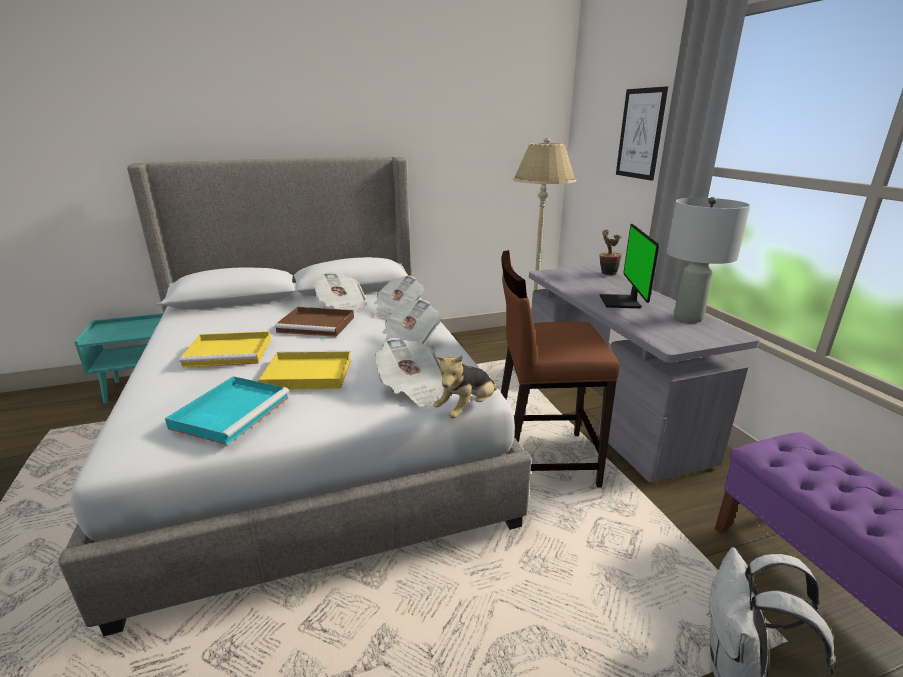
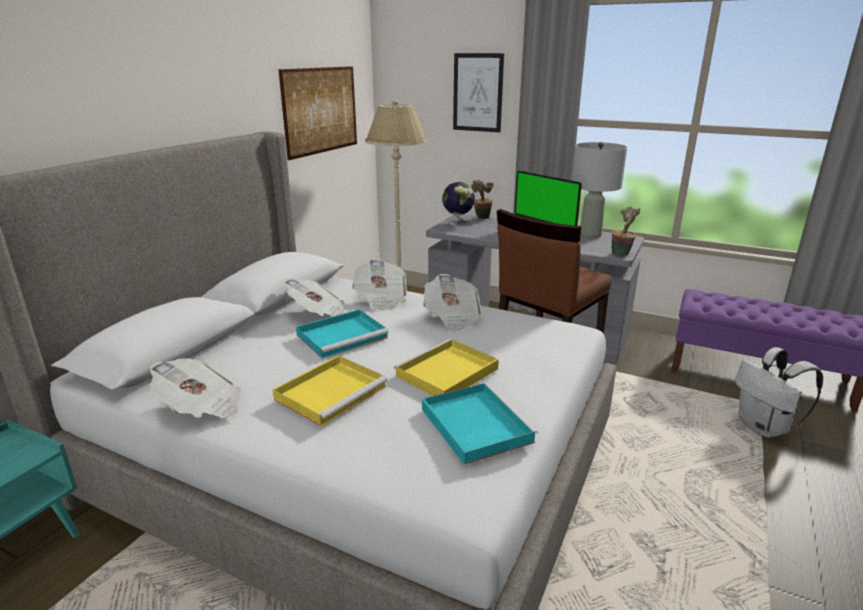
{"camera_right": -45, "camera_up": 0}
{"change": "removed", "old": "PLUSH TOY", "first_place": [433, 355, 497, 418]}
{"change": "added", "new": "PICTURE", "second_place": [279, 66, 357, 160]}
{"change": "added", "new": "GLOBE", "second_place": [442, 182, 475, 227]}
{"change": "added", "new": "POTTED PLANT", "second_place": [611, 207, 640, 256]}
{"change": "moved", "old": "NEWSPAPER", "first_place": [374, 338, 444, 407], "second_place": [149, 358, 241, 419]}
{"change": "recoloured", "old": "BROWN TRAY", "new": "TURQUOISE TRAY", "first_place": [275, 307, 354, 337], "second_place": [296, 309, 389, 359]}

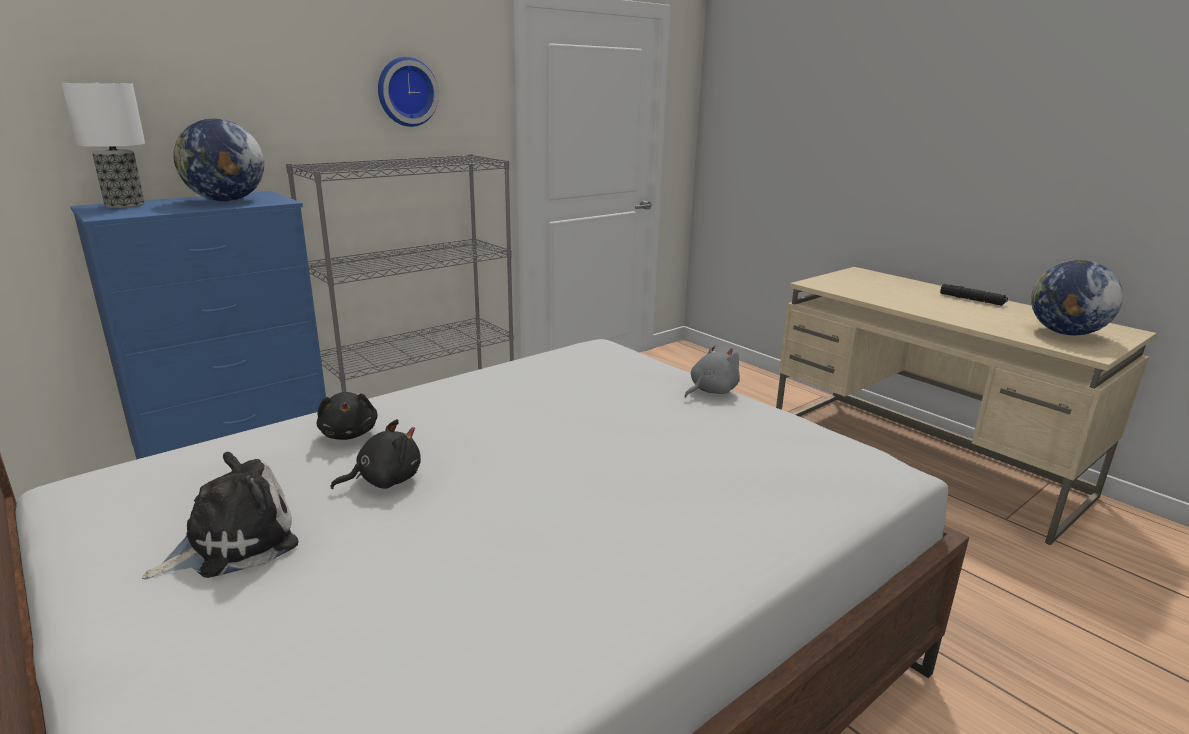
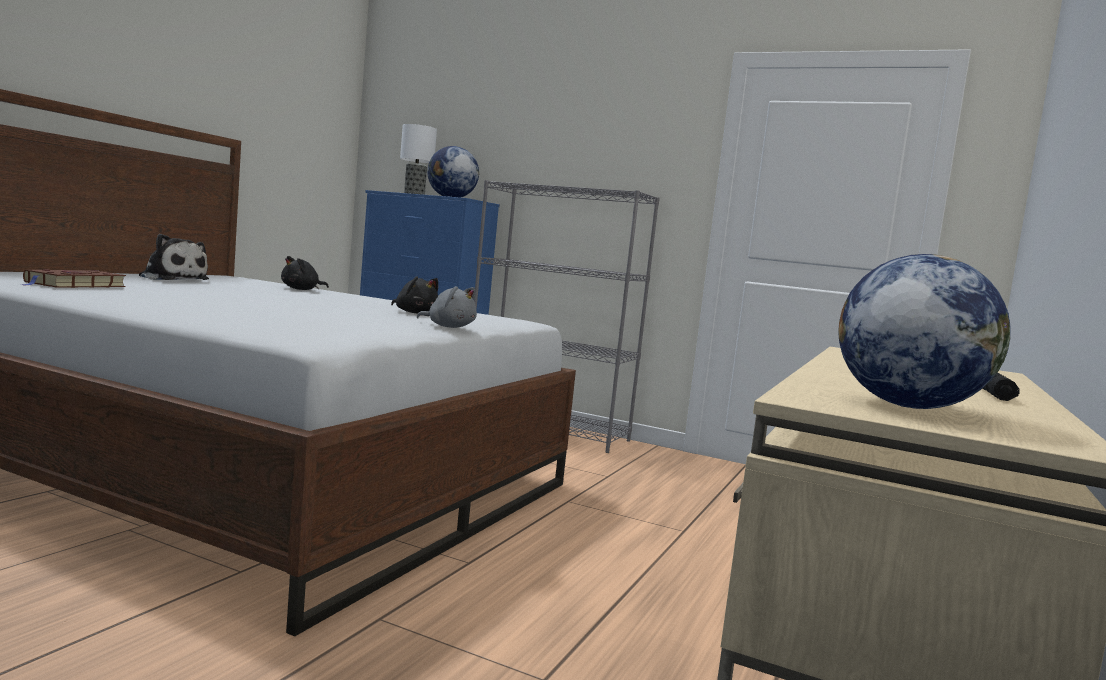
{"camera_right": 65, "camera_up": -15}
{"change": "removed", "old": "WALL CLOCK", "first_place": [378, 57, 439, 127]}
{"change": "added", "new": "BROWN BOOK", "second_place": [19, 269, 126, 288]}
{"change": "moved", "old": "BLACK PLUSH TOY", "first_place": [331, 419, 421, 489], "second_place": [391, 276, 438, 314]}

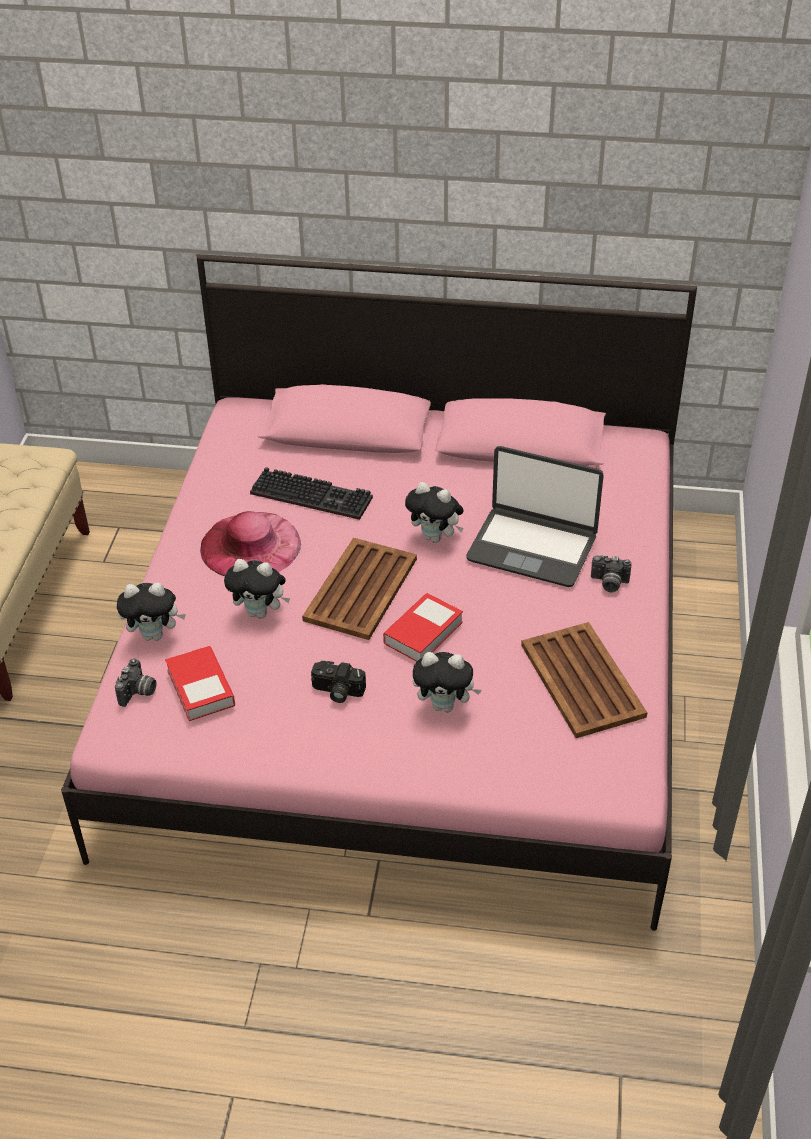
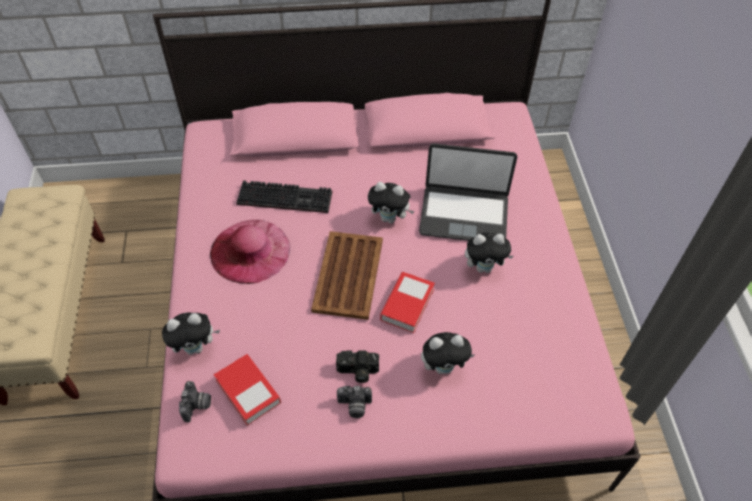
{"camera_right": -15, "camera_up": 10}
{"change": "removed", "old": "BROWN TRAY", "first_place": [521, 622, 647, 738]}
{"change": "moved", "old": "PLUSH TOY", "first_place": [224, 559, 290, 619], "second_place": [465, 232, 513, 273]}
{"change": "moved", "old": "PHOTO CAMERA", "first_place": [591, 555, 631, 592], "second_place": [337, 386, 372, 418]}

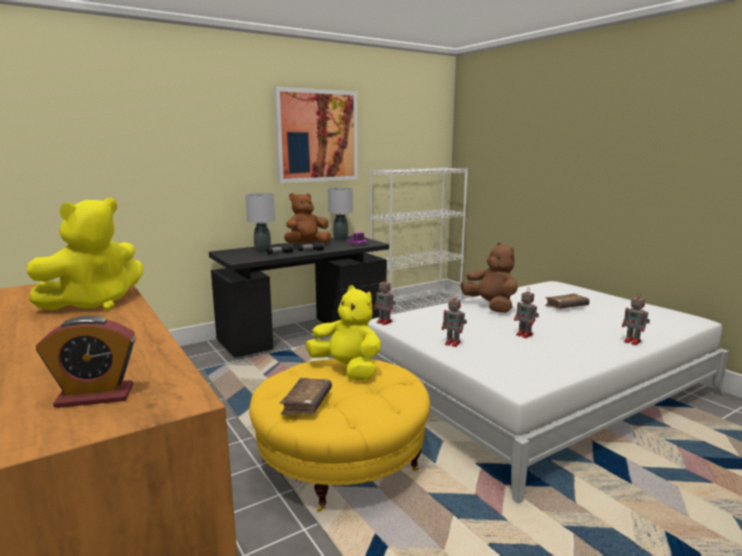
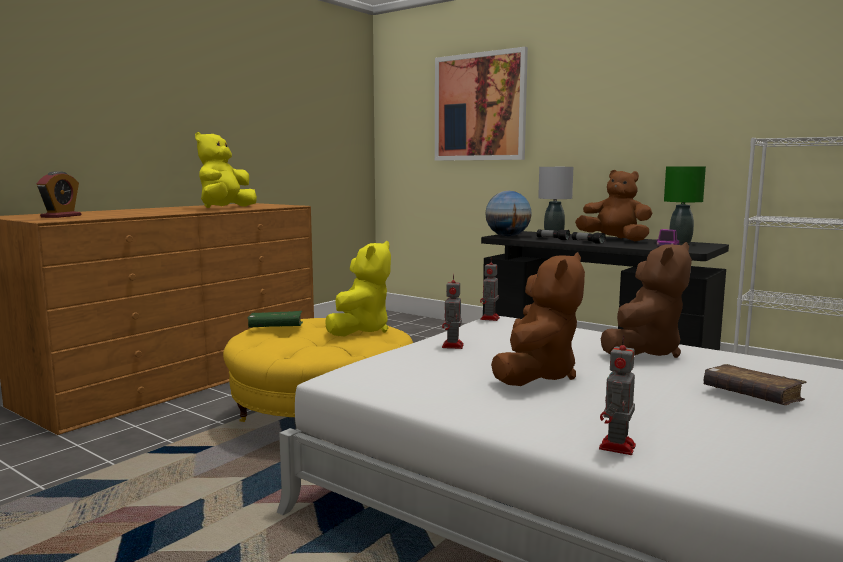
{"camera_right": 70, "camera_up": -5}
{"change": "added", "new": "GLOBE", "second_place": [485, 191, 532, 237]}
{"change": "moved", "old": "PICTURE", "first_place": [274, 87, 358, 183], "second_place": [435, 47, 528, 161]}
{"change": "replaced", "old": "TOY ROBOT", "new": "BROWN PLUSH TOY", "first_place": [514, 288, 539, 338], "second_place": [491, 252, 585, 386]}
{"change": "recoloured", "old": "BROWN BOOK", "new": "GREEN BOOK", "first_place": [280, 378, 332, 415], "second_place": [248, 311, 303, 327]}
{"change": "recoloured", "old": "GREY TABLE LAMP", "new": "GREEN TABLE LAMP", "first_place": [328, 188, 353, 241], "second_place": [664, 166, 706, 244]}
{"change": "turned", "old": "YELLOW PLUSH TOY", "first_place": [27, 198, 143, 311], "second_place": [195, 132, 257, 208], "degrees": 90}
{"change": "turned", "old": "ALARM CLOCK", "first_place": [36, 316, 136, 408], "second_place": [37, 171, 81, 218], "degrees": -135}

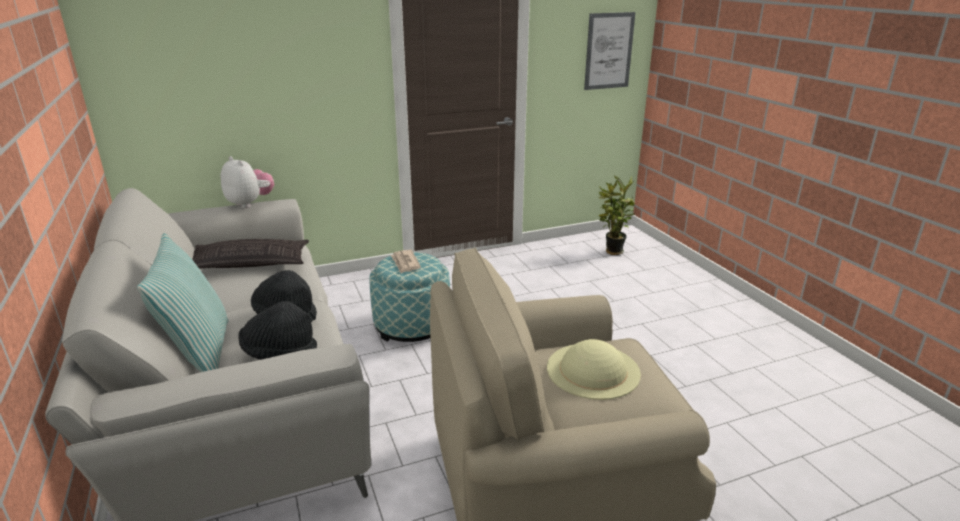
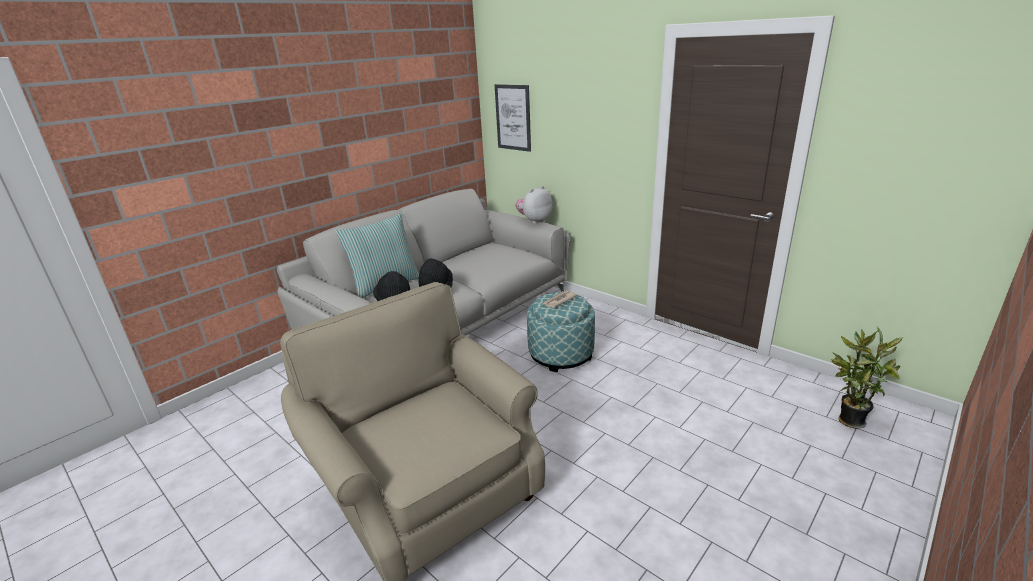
{"camera_right": 65, "camera_up": 0}
{"change": "removed", "old": "PILLOW", "first_place": [192, 239, 309, 269]}
{"change": "removed", "old": "BEIGE HAT", "first_place": [547, 339, 641, 400]}
{"change": "moved", "old": "PICTURE", "first_place": [584, 12, 636, 90], "second_place": [495, 84, 531, 152]}
{"change": "turned", "old": "PLUSH TOY", "first_place": [220, 156, 274, 208], "second_place": [515, 186, 553, 224], "degrees": -150}

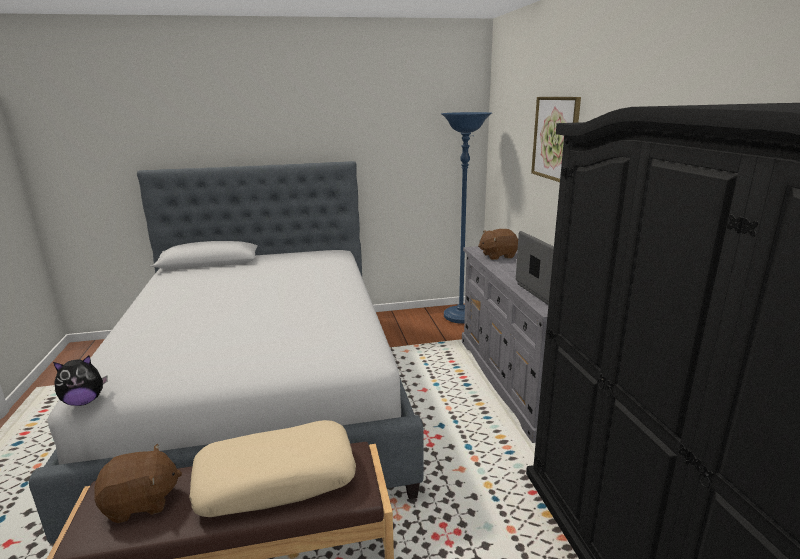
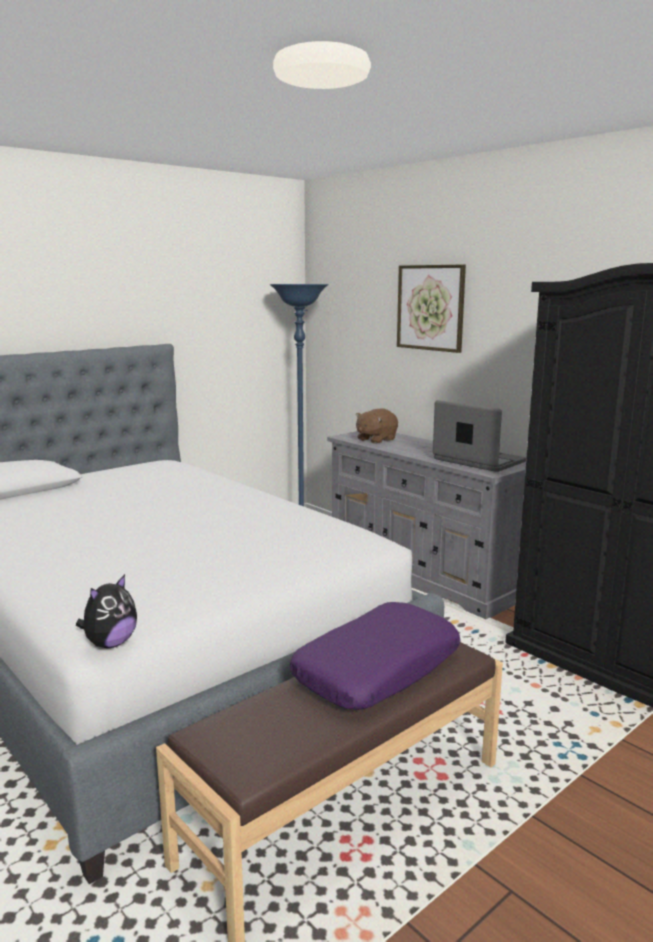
{"camera_right": -30, "camera_up": -5}
{"change": "removed", "old": "BROWN PLUSH TOY", "first_place": [94, 444, 182, 523]}
{"change": "recoloured", "old": "BEIGE PILLOW", "new": "PURPLE PILLOW", "first_place": [189, 420, 356, 517], "second_place": [290, 602, 460, 710]}

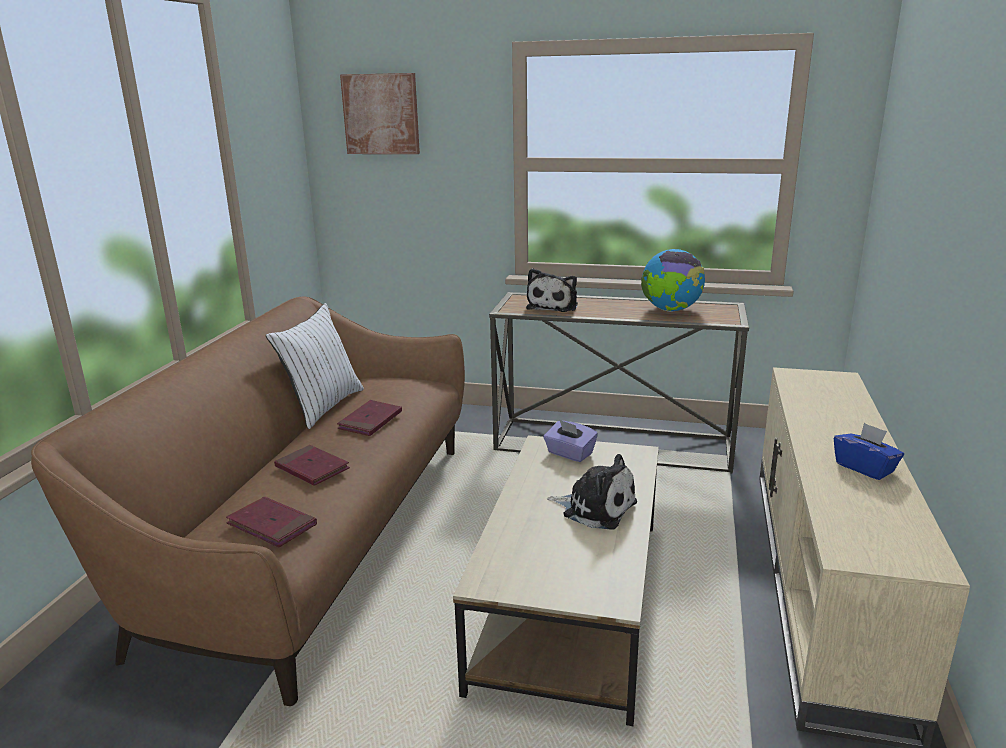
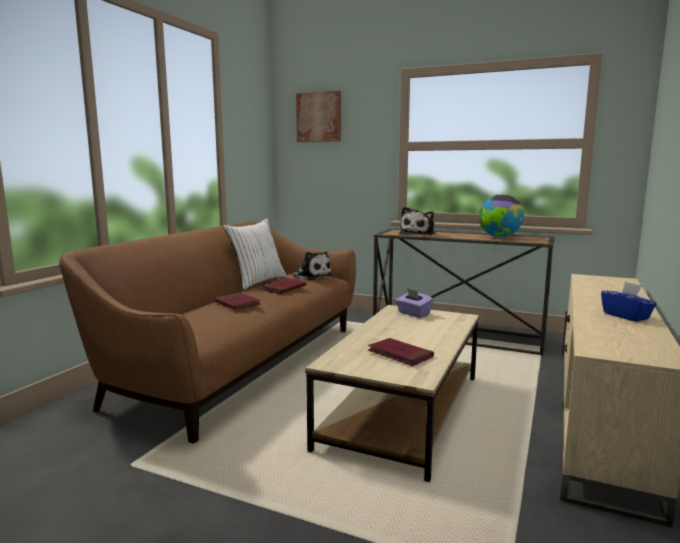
{"camera_right": 10, "camera_up": -10}
{"change": "moved", "old": "RED BOOK", "first_place": [226, 497, 317, 548], "second_place": [368, 338, 434, 366]}
{"change": "moved", "old": "PLUSH TOY", "first_place": [547, 454, 637, 529], "second_place": [292, 252, 333, 280]}

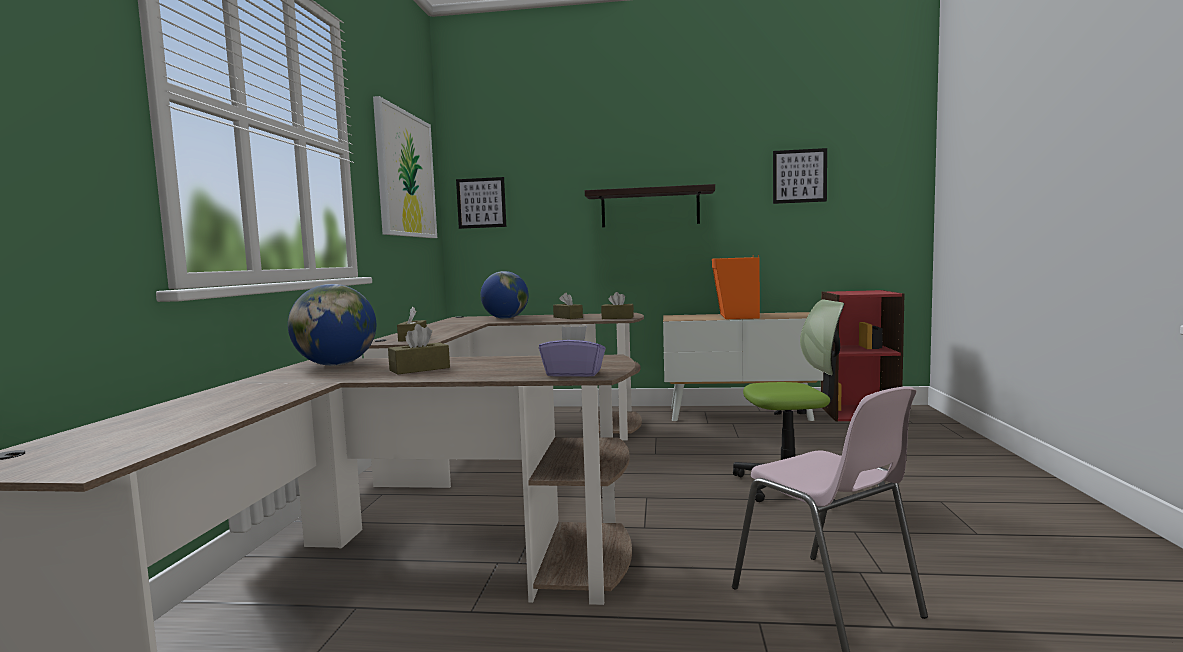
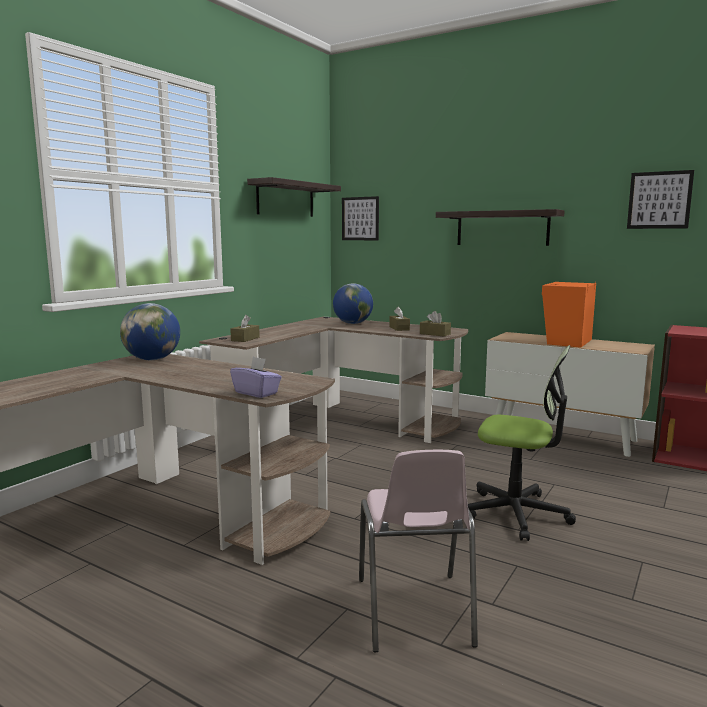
{"camera_right": 25, "camera_up": 5}
{"change": "removed", "old": "BROWN TISSUE BOX", "first_place": [388, 324, 450, 375]}
{"change": "replaced", "old": "PICTURE", "new": "SHELF", "first_place": [373, 96, 437, 238], "second_place": [247, 177, 341, 217]}

